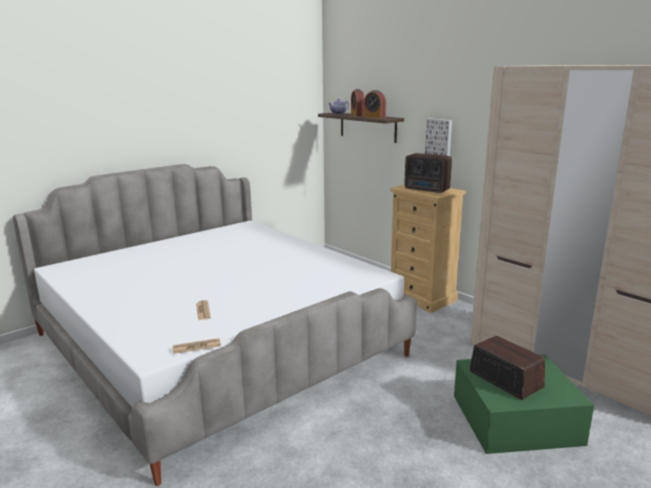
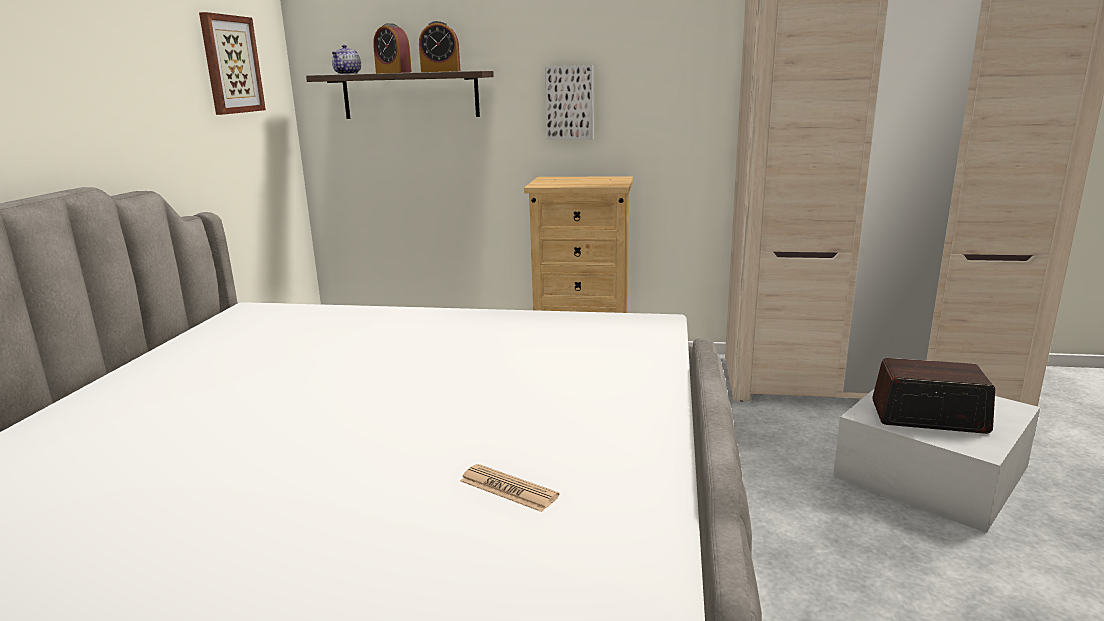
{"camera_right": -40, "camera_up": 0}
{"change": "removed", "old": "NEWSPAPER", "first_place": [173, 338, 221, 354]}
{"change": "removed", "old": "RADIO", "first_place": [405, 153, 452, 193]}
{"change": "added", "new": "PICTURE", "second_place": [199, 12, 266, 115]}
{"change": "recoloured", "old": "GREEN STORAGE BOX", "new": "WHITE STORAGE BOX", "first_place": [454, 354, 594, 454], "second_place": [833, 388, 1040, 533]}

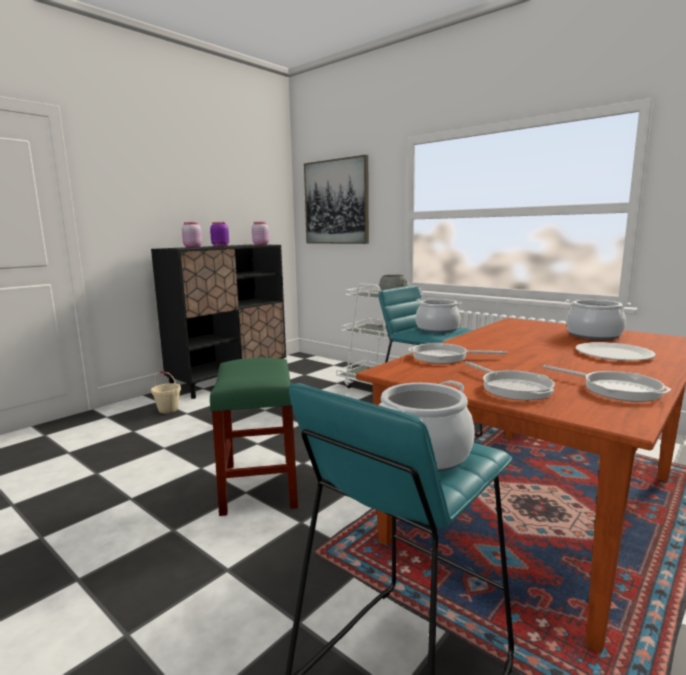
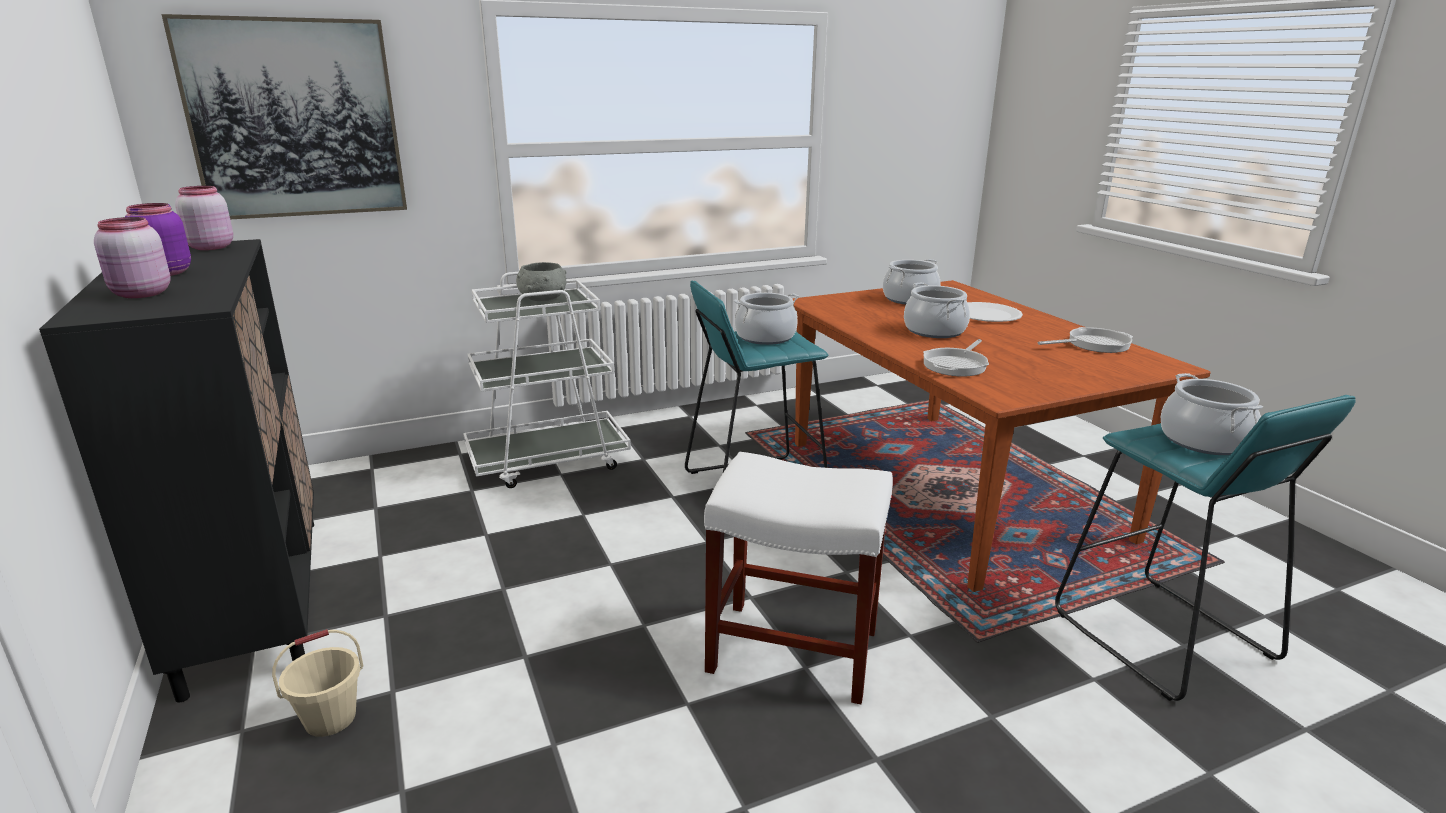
{"camera_right": -65, "camera_up": 10}
{"change": "removed", "old": "FRYING PAN", "first_place": [465, 361, 555, 400]}
{"change": "added", "new": "COOKING POT", "second_place": [904, 283, 970, 338]}
{"change": "recoloured", "old": "GREEN STOOL", "new": "WHITE STOOL", "first_place": [209, 358, 298, 516], "second_place": [704, 452, 893, 705]}

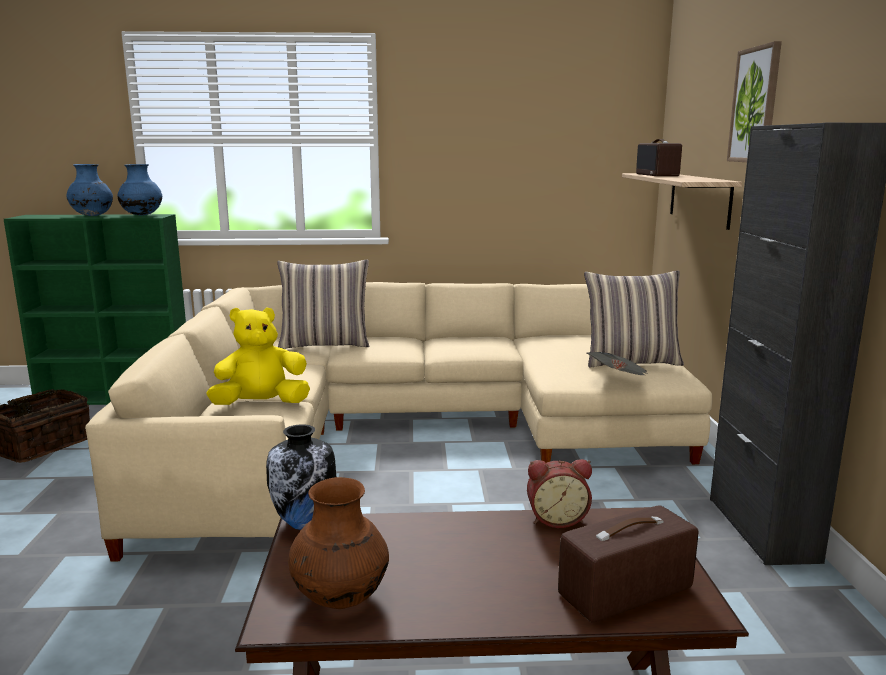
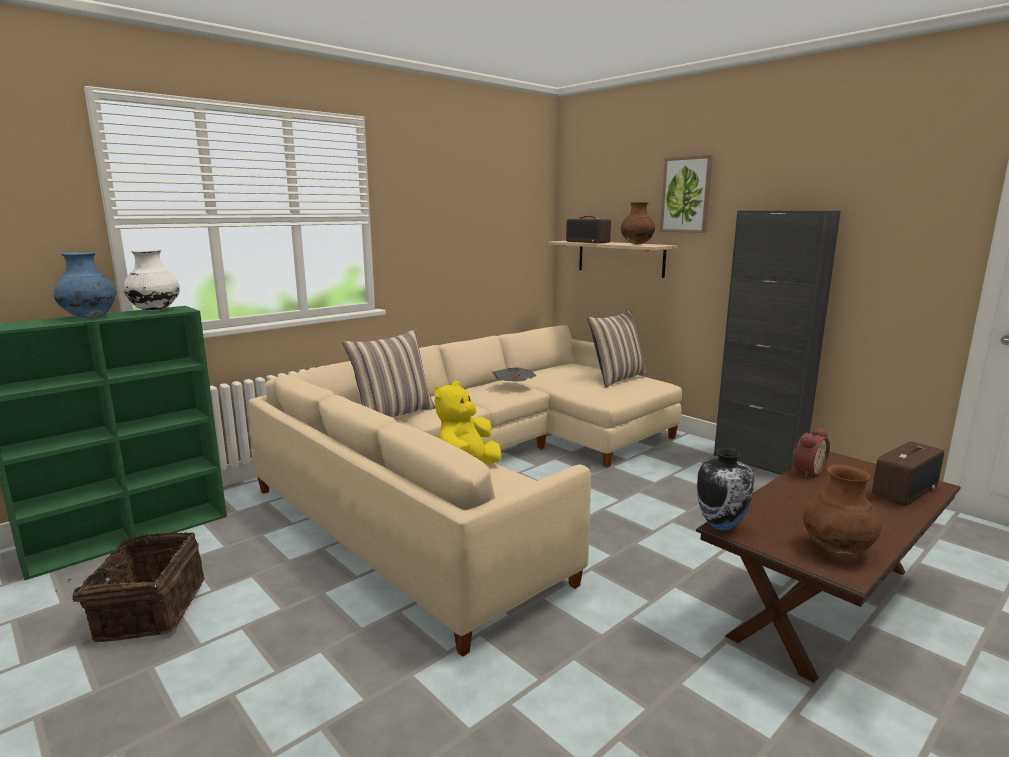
{"camera_right": -40, "camera_up": 0}
{"change": "added", "new": "BROWN VASE", "second_place": [621, 202, 655, 244]}
{"change": "moved", "old": "NEWSPAPER", "first_place": [586, 352, 648, 375], "second_place": [492, 368, 536, 381]}
{"change": "recoloured", "old": "BLUE VASE", "new": "WHITE VASE", "first_place": [117, 164, 162, 215], "second_place": [123, 250, 180, 311]}
{"change": "turned", "old": "RADIO", "first_place": [558, 505, 698, 623], "second_place": [872, 441, 944, 506], "degrees": -150}

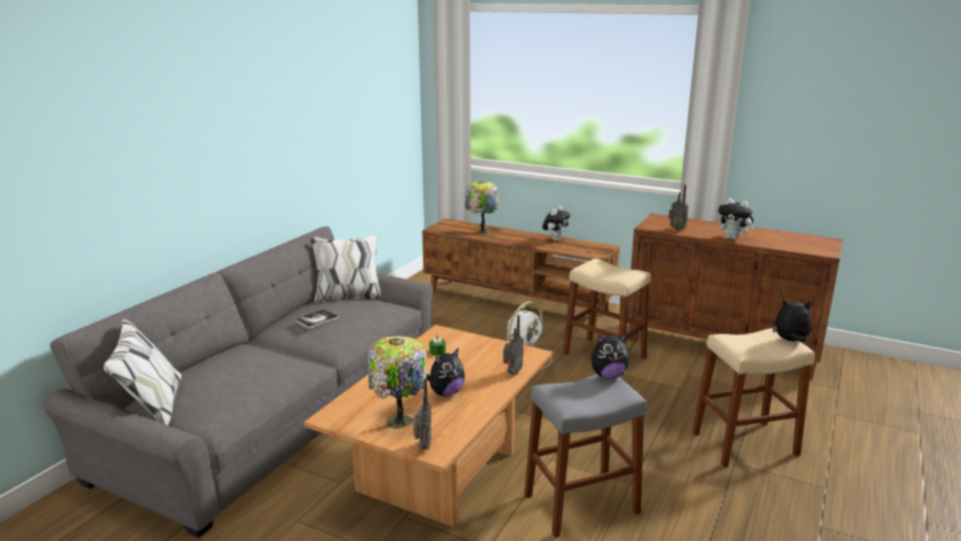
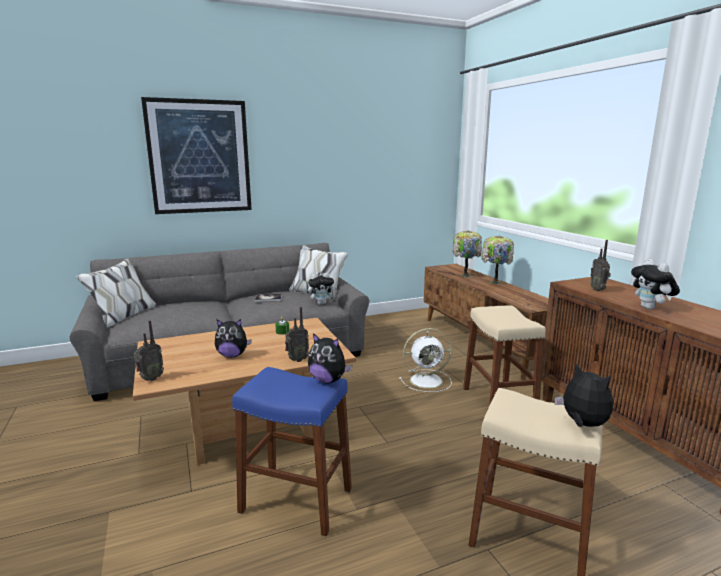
{"camera_right": 40, "camera_up": -5}
{"change": "added", "new": "PICTURE", "second_place": [141, 97, 252, 214]}
{"change": "moved", "old": "TABLE LAMP", "first_place": [368, 336, 427, 429], "second_place": [482, 235, 514, 285]}
{"change": "moved", "old": "PLUSH TOY", "first_place": [543, 206, 570, 241], "second_place": [308, 273, 337, 305]}
{"change": "recoloured", "old": "GREY STOOL", "new": "BLUE STOOL", "first_place": [524, 374, 647, 538], "second_place": [232, 367, 352, 536]}

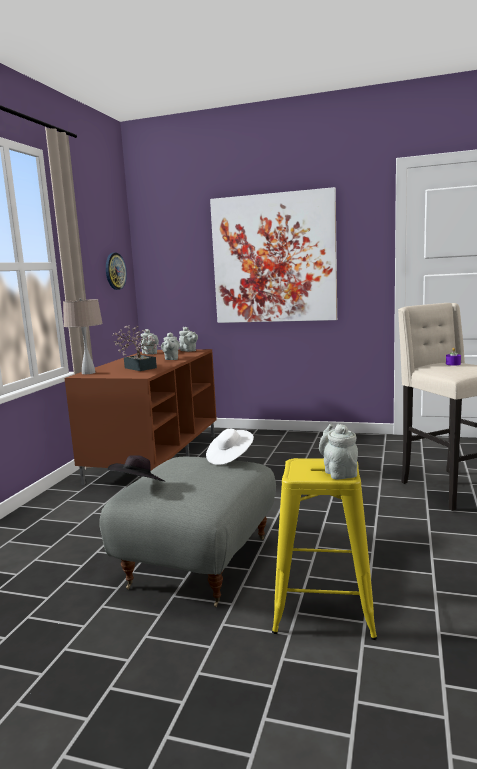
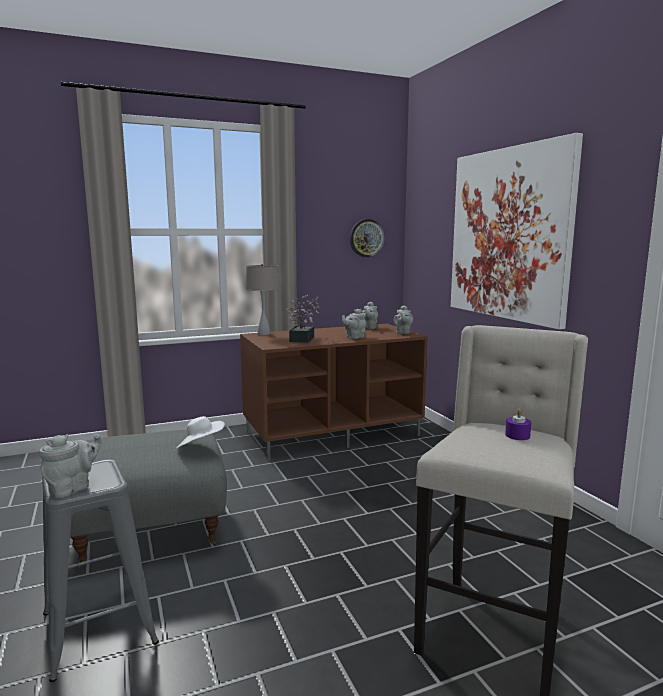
{"camera_right": 50, "camera_up": 0}
{"change": "removed", "old": "BLACK HAT", "first_place": [107, 455, 165, 481]}
{"change": "recoloured", "old": "YELLOW STOOL", "new": "GREY STOOL", "first_place": [272, 458, 377, 640], "second_place": [42, 459, 159, 682]}

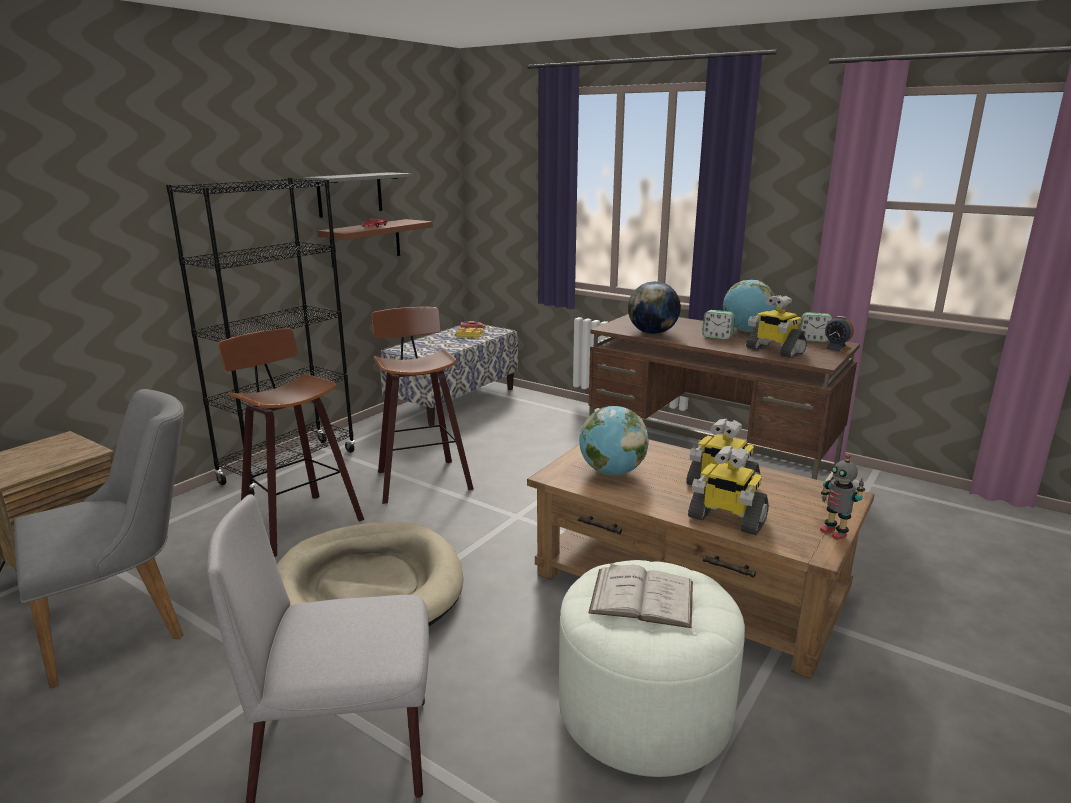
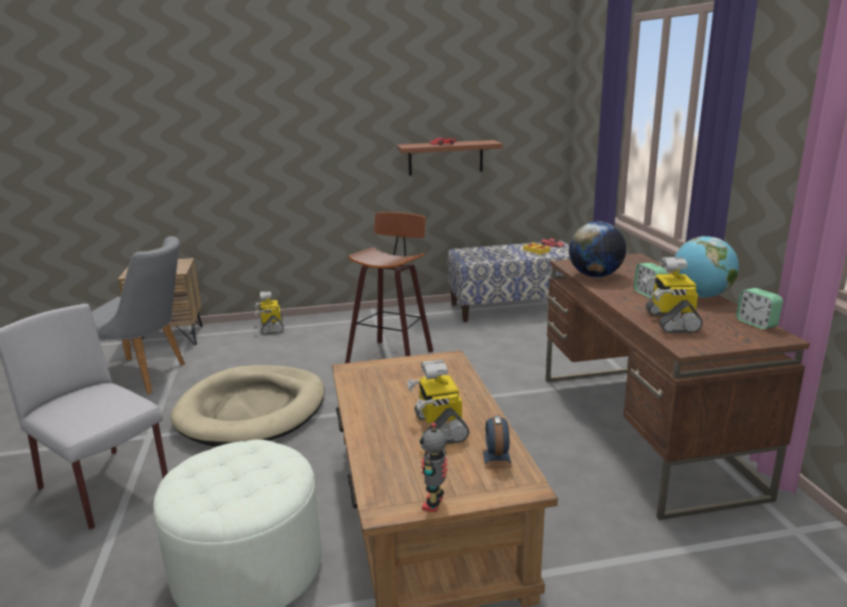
{"camera_right": 45, "camera_up": 0}
{"change": "removed", "old": "BLACK BOOKCASE", "first_place": [166, 178, 355, 495]}
{"change": "removed", "old": "STOOL", "first_place": [218, 328, 364, 557]}
{"change": "removed", "old": "GREY SHELF", "first_place": [303, 172, 412, 218]}
{"change": "removed", "old": "GLOBE", "first_place": [579, 406, 648, 475]}
{"change": "removed", "old": "WHITE BOOK", "first_place": [588, 564, 693, 628]}
{"change": "moved", "old": "TOY ROBOT", "first_place": [688, 446, 769, 535], "second_place": [255, 291, 284, 335]}
{"change": "moved", "old": "ALARM CLOCK", "first_place": [822, 316, 854, 352], "second_place": [482, 415, 512, 468]}

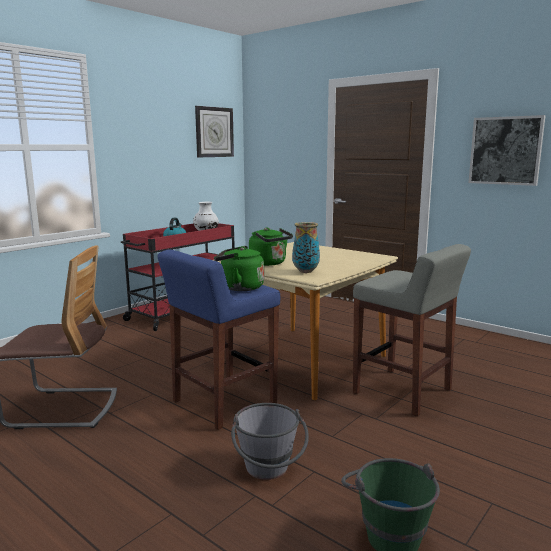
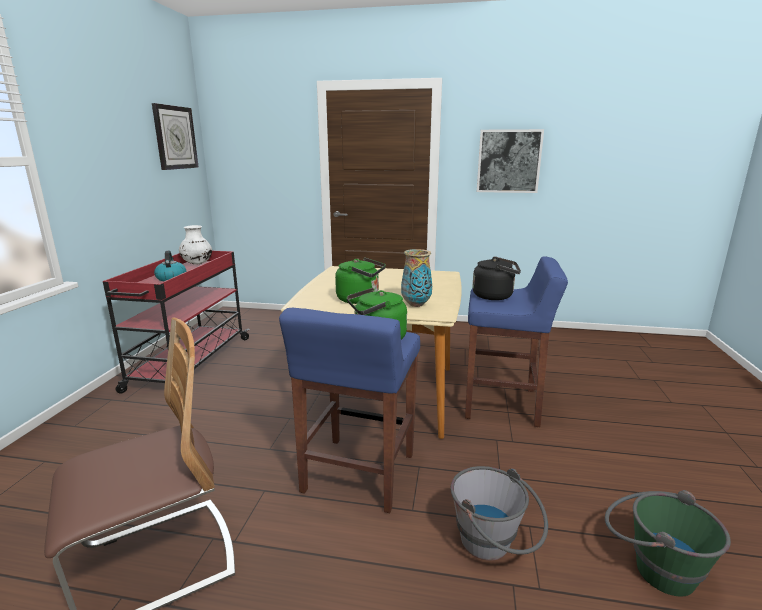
{"camera_right": -30, "camera_up": 5}
{"change": "added", "new": "BLACK KETTLE", "second_place": [472, 256, 521, 300]}
{"change": "recoloured", "old": "GREY STOOL", "new": "BLUE STOOL", "first_place": [353, 244, 471, 416], "second_place": [465, 257, 568, 427]}

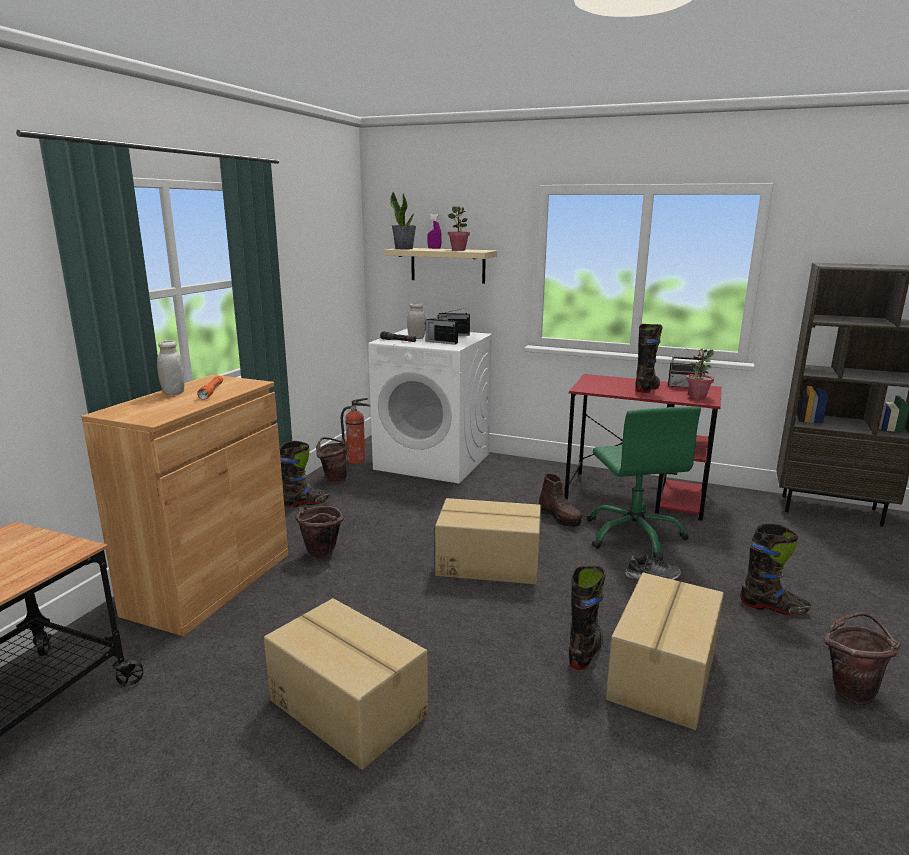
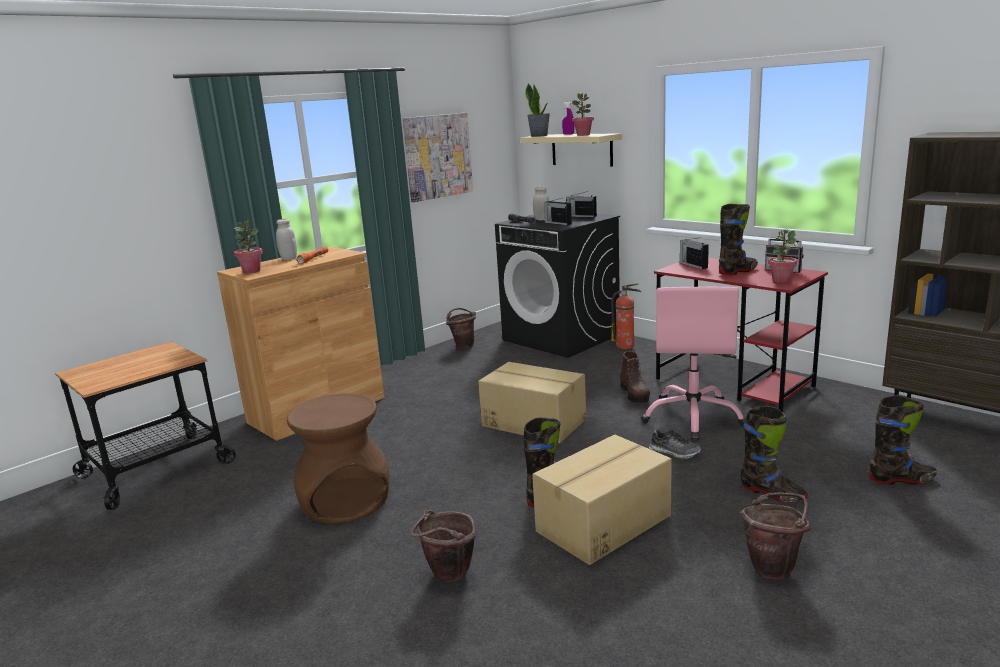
{"camera_right": 25, "camera_up": 0}
{"change": "added", "new": "POTTED PLANT", "second_place": [234, 220, 263, 274]}
{"change": "added", "new": "PICTURE", "second_place": [403, 113, 473, 202]}
{"change": "added", "new": "RADIO", "second_place": [680, 237, 709, 269]}
{"change": "moved", "old": "BLACK BOOT", "first_place": [280, 441, 329, 507], "second_place": [869, 395, 937, 485]}
{"change": "moved", "old": "BROWN BUCKET", "first_place": [295, 506, 344, 558], "second_place": [411, 510, 477, 583]}
{"change": "moved", "old": "FIRE EXTINGUISHER", "first_place": [341, 398, 371, 464], "second_place": [611, 283, 641, 349]}
{"change": "replaced", "old": "CARDBOARD BOX", "new": "BROWN STOOL", "first_place": [264, 598, 428, 770], "second_place": [287, 393, 389, 523]}
{"change": "recoloured", "old": "WHITE WASHING MACHINE", "new": "BLACK WASHING MACHINE", "first_place": [368, 329, 493, 484], "second_place": [495, 214, 620, 358]}
{"change": "recoloured", "old": "GREEN OFFICE CHAIR", "new": "PINK OFFICE CHAIR", "first_place": [587, 407, 701, 560], "second_place": [641, 287, 746, 440]}

